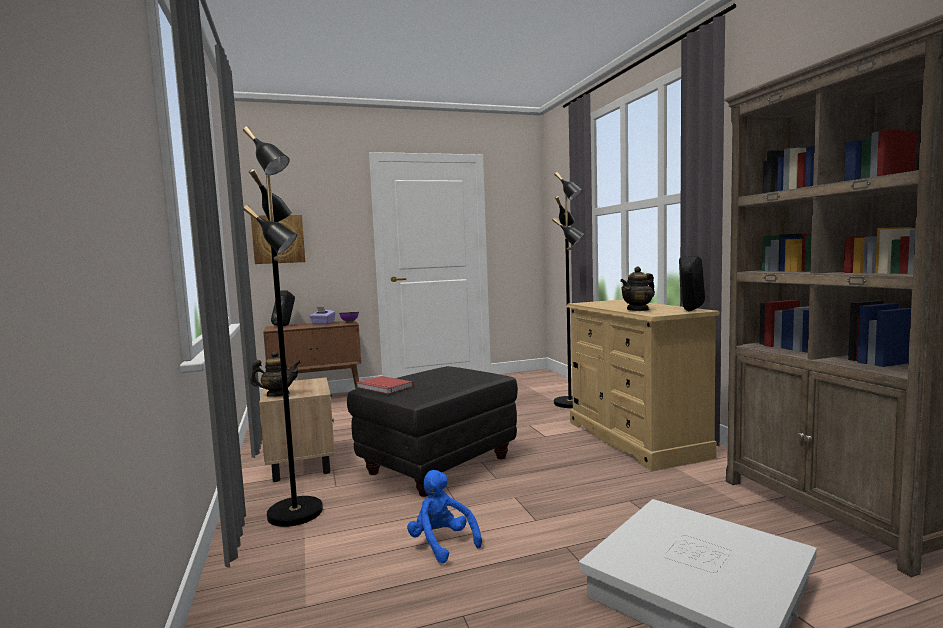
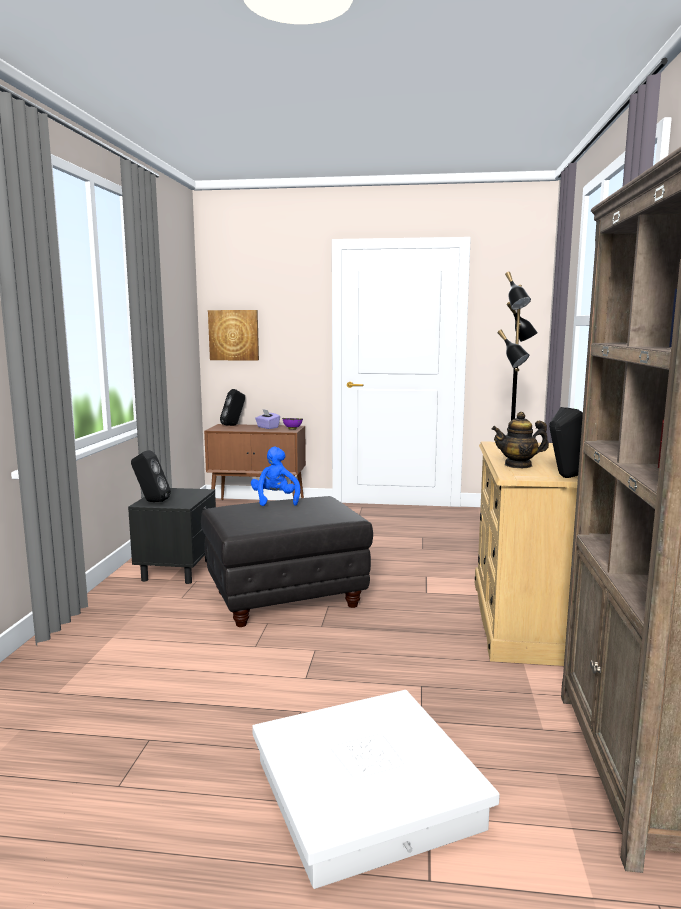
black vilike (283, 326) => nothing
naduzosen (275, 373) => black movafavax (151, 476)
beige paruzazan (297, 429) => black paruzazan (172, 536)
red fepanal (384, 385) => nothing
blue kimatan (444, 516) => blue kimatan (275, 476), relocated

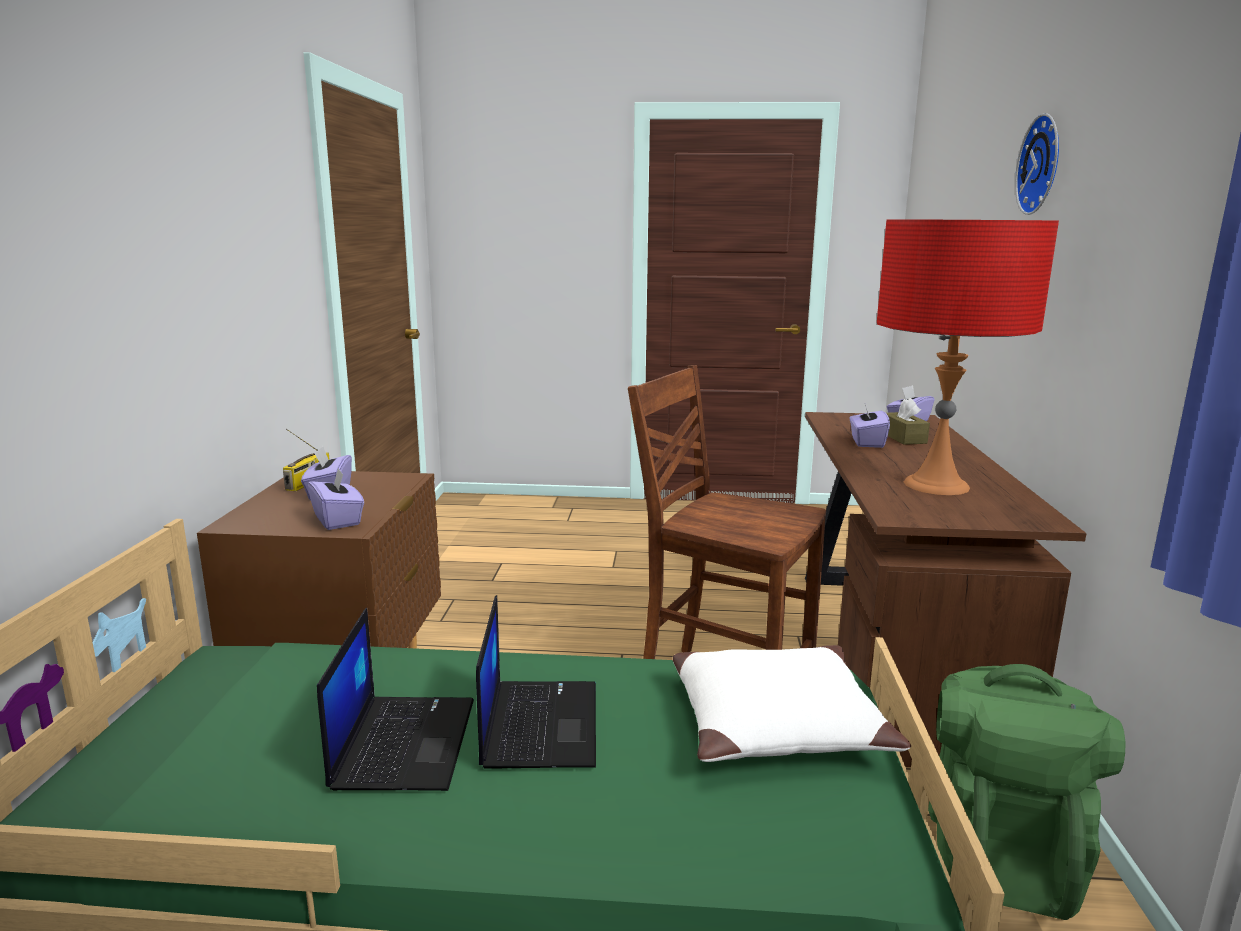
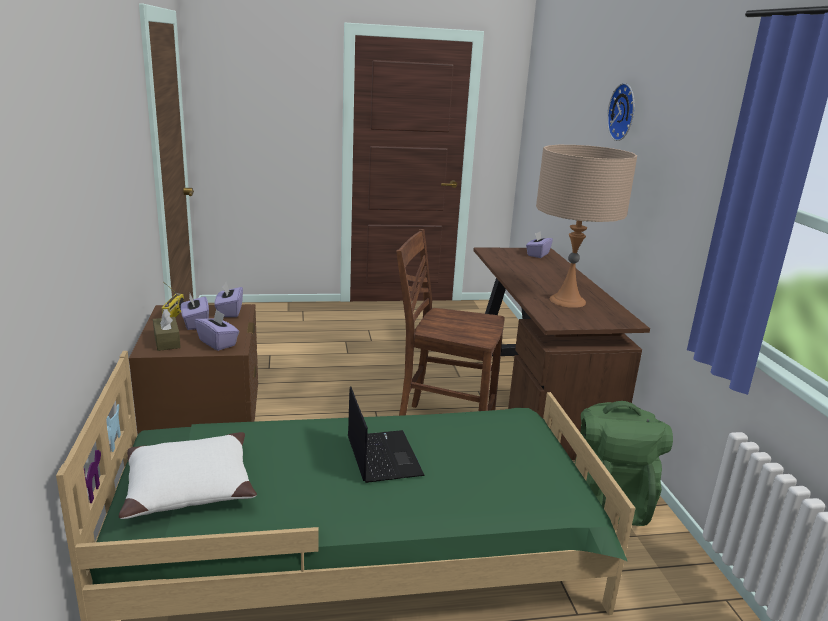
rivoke (395, 699) => nothing
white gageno (792, 703) => white gageno (188, 475), relocated
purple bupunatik (870, 426) => purple bupunatik (228, 300), relocated
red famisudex (968, 357) => beige famisudex (586, 226)
brown bupunatik (908, 421) => brown bupunatik (167, 330), relocated

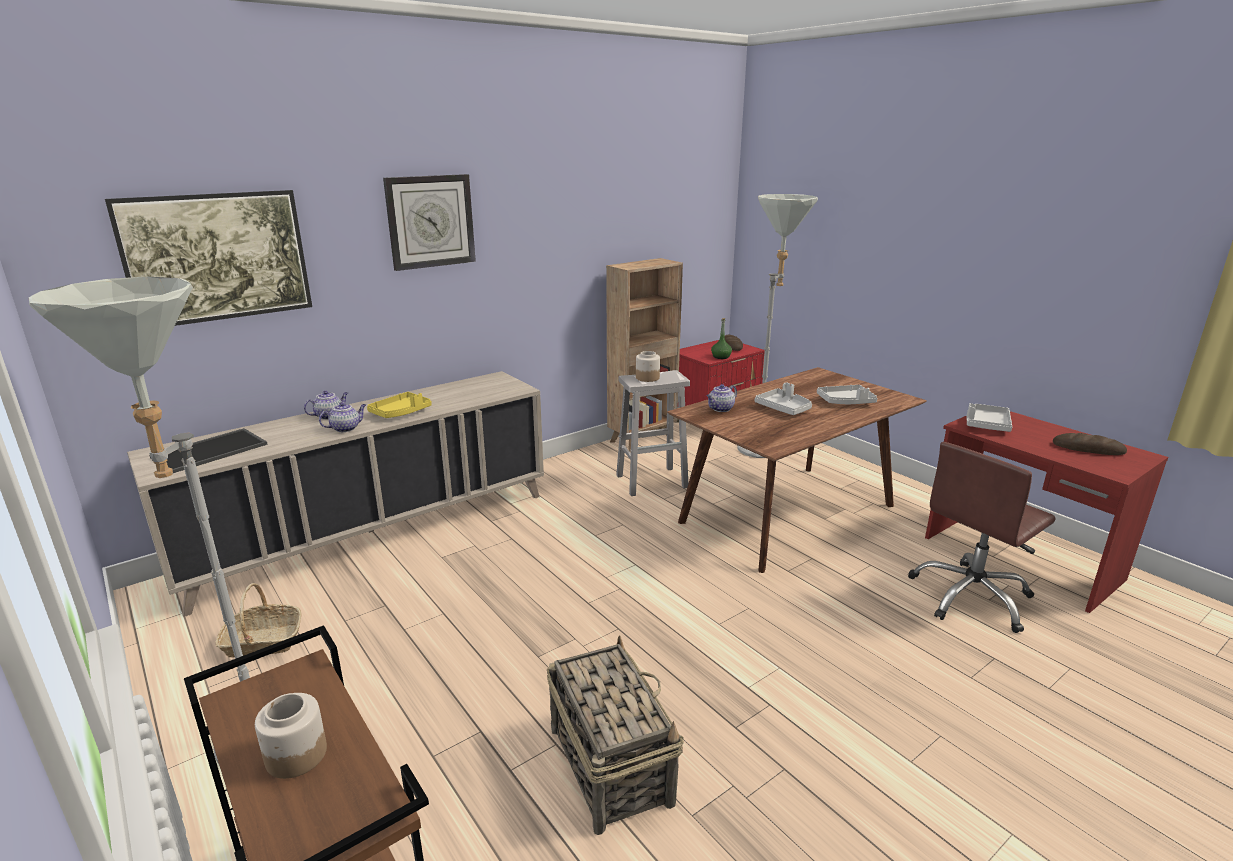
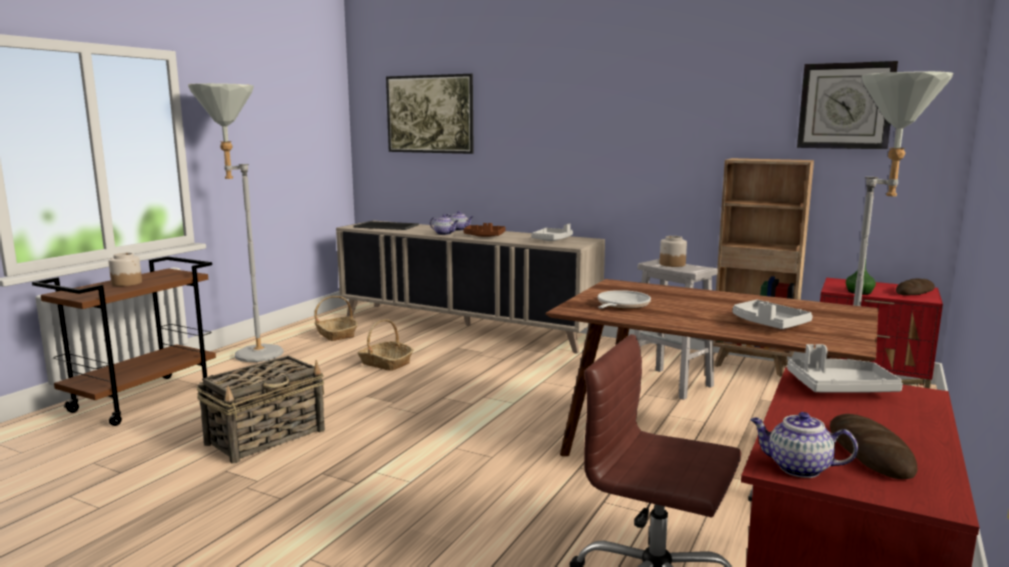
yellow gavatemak (399, 405) => brown gavatemak (485, 230)
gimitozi (429, 222) => gimitozi (847, 105), relocated
naduzosen (721, 398) => naduzosen (804, 445), relocated
grey gavatemak (783, 398) => grey gavatemak (552, 232), relocated
nothing => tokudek (385, 345)
nothing => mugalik (624, 299)

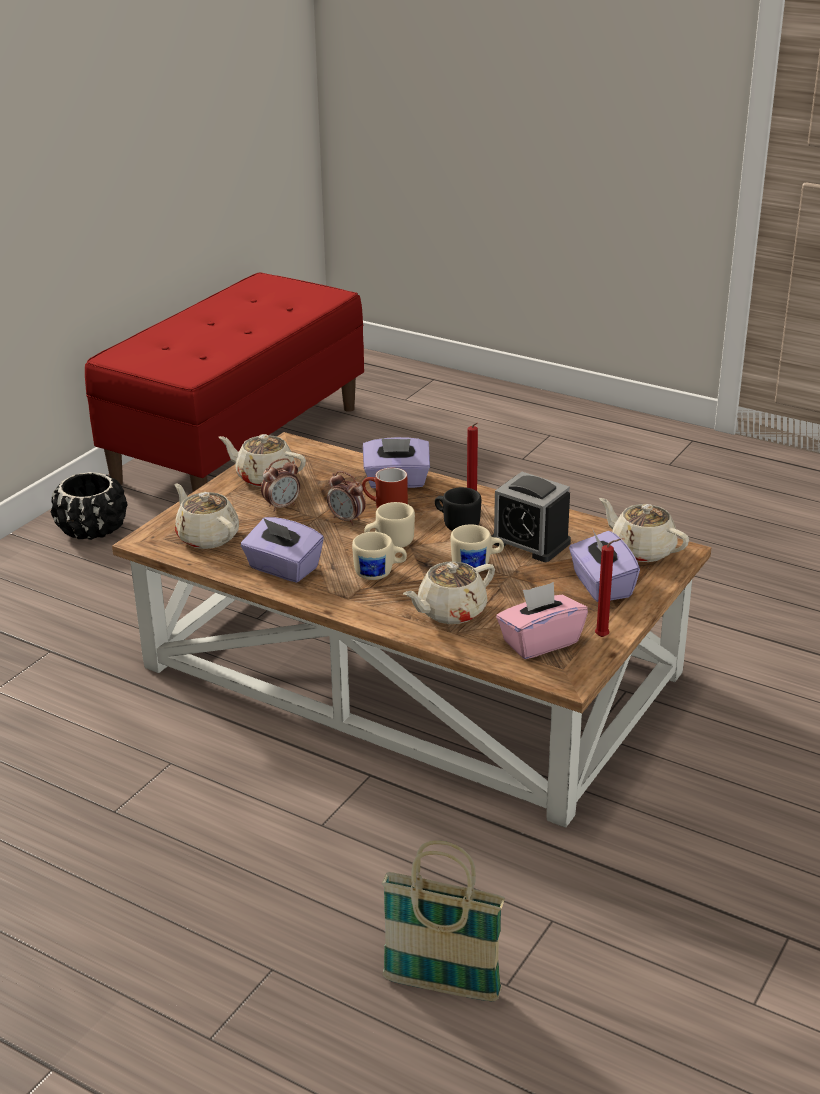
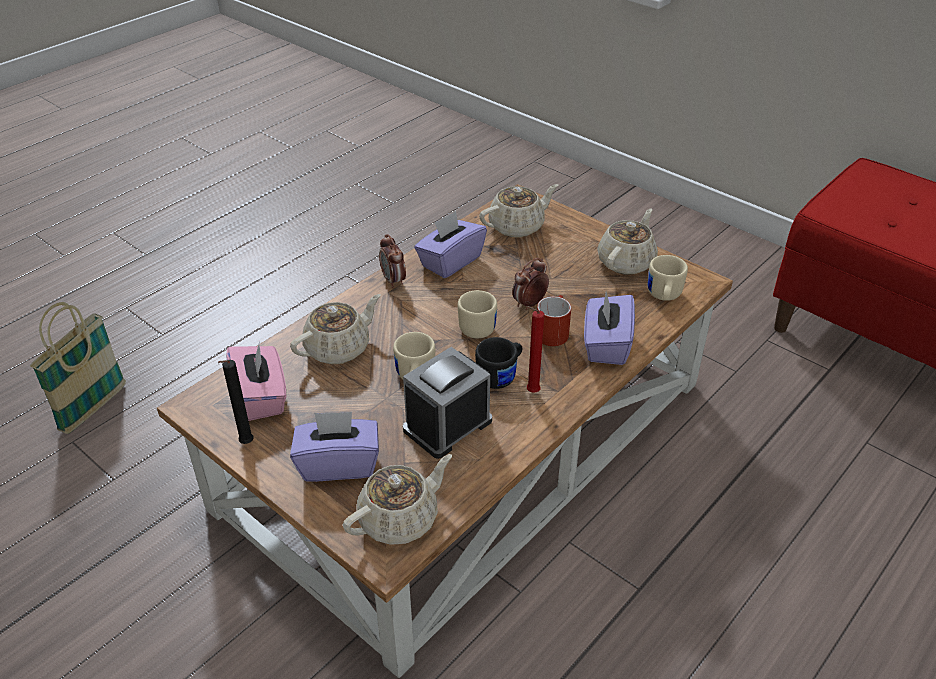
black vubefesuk (89, 506) => nothing
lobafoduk (280, 485) => lobafoduk (392, 261), relocated
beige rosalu (379, 556) => beige rosalu (668, 278), relocated
beige naduzosen (449, 592) => beige naduzosen (335, 329), 75 degrees clockwise
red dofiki (608, 588) => black dofiki (236, 402)

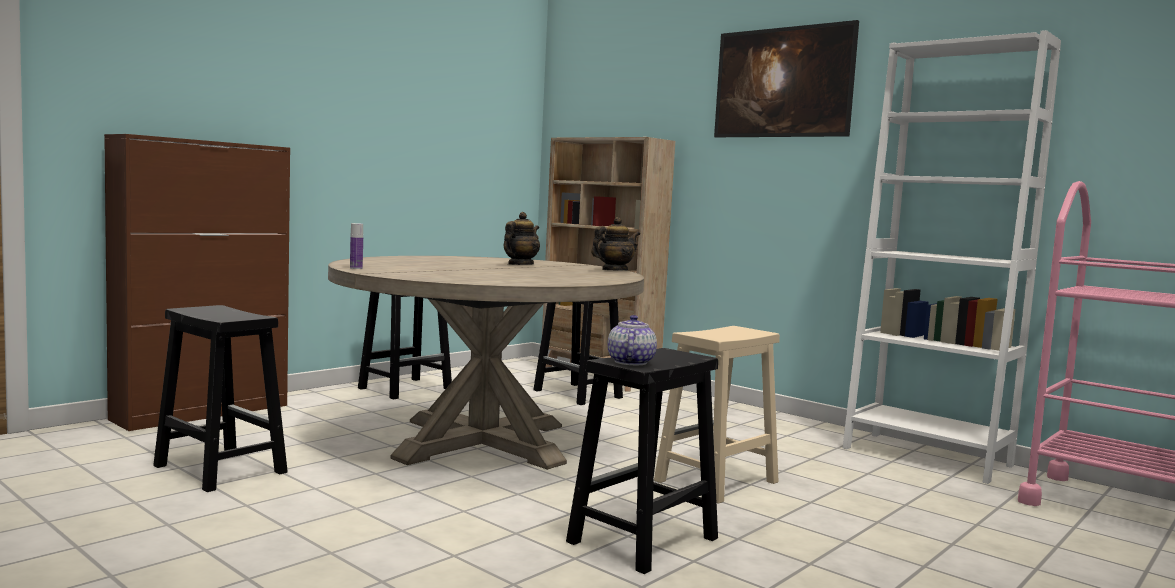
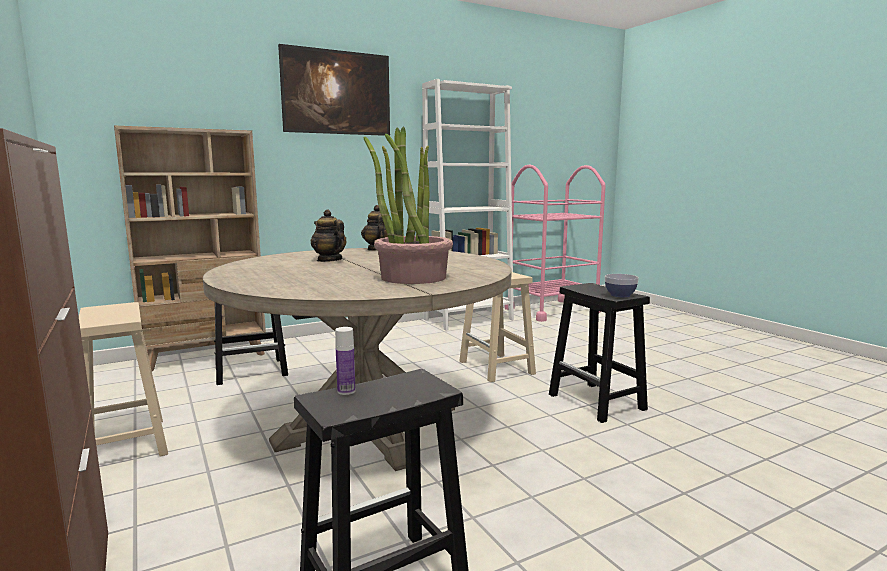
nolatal (356, 246) => nolatal (345, 361), relocated
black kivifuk (405, 346) => beige kivifuk (123, 379)
naduzosen (632, 340) => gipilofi (622, 285)
nothing => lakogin (408, 205)

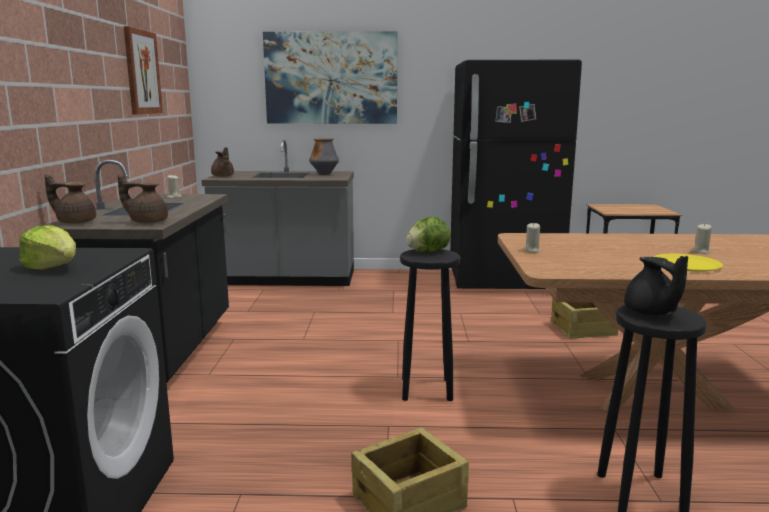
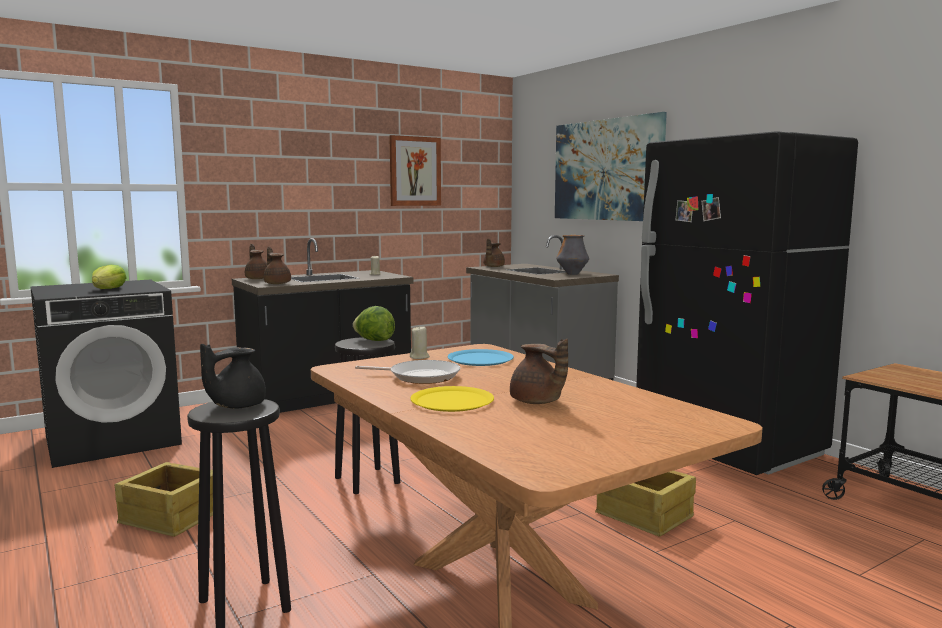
beige dofiki (702, 238) => brown naduzosen (539, 371)
nothing => mugalik (407, 372)
nothing => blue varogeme (480, 357)

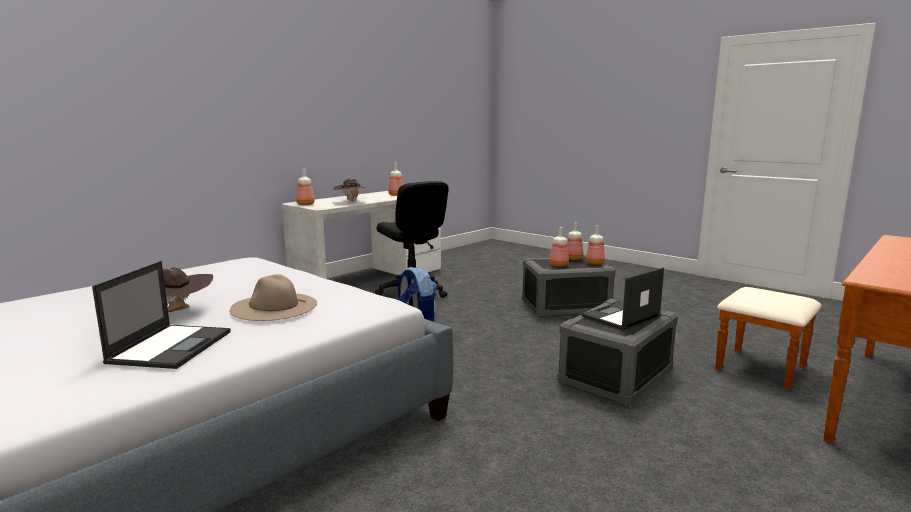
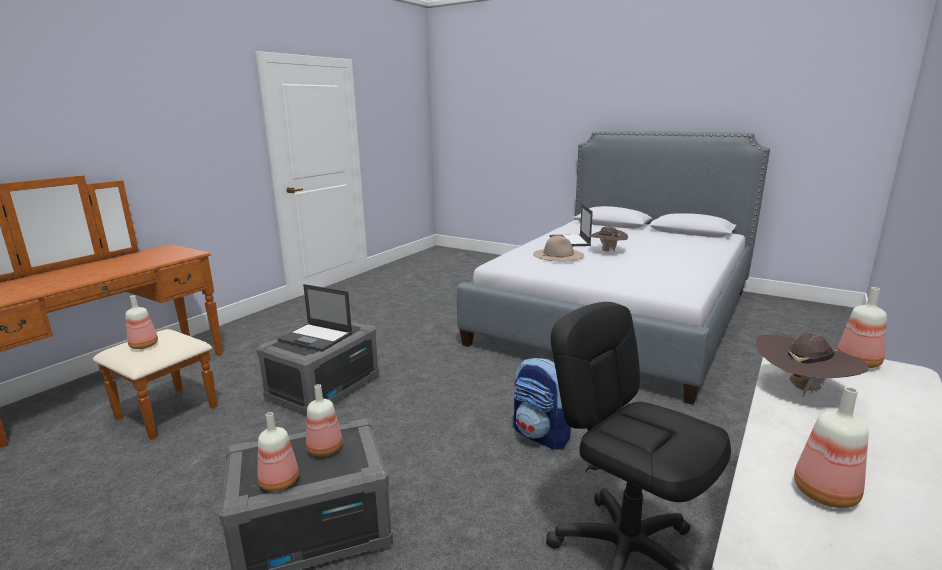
rivoke (623, 298) => rivoke (314, 318), 75 degrees clockwise
nolatal (595, 245) => nolatal (141, 322), relocated

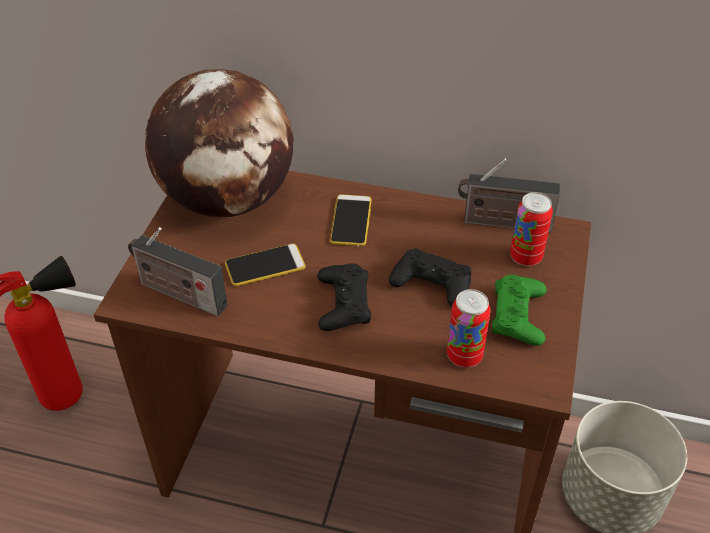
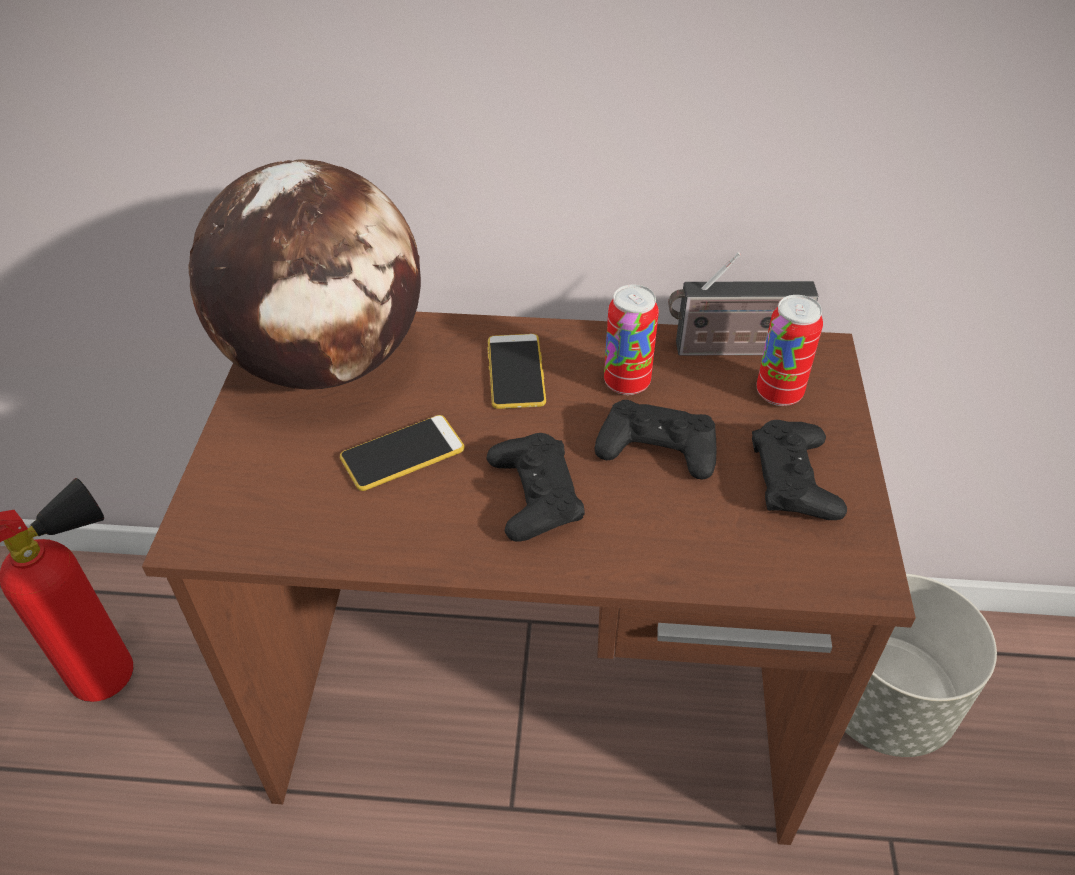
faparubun (178, 271) => nothing
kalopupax (469, 328) => kalopupax (631, 340), relocated
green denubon (519, 309) => black denubon (799, 470)

